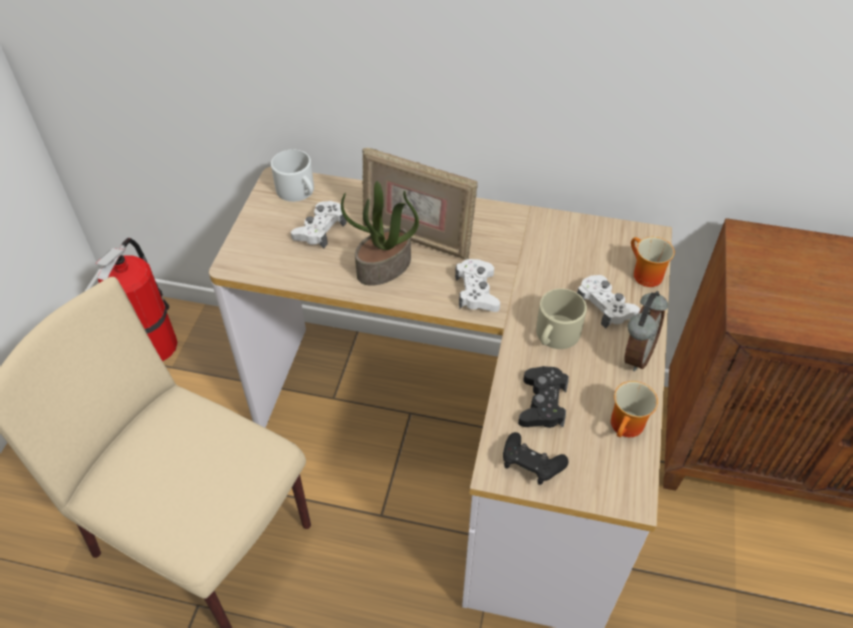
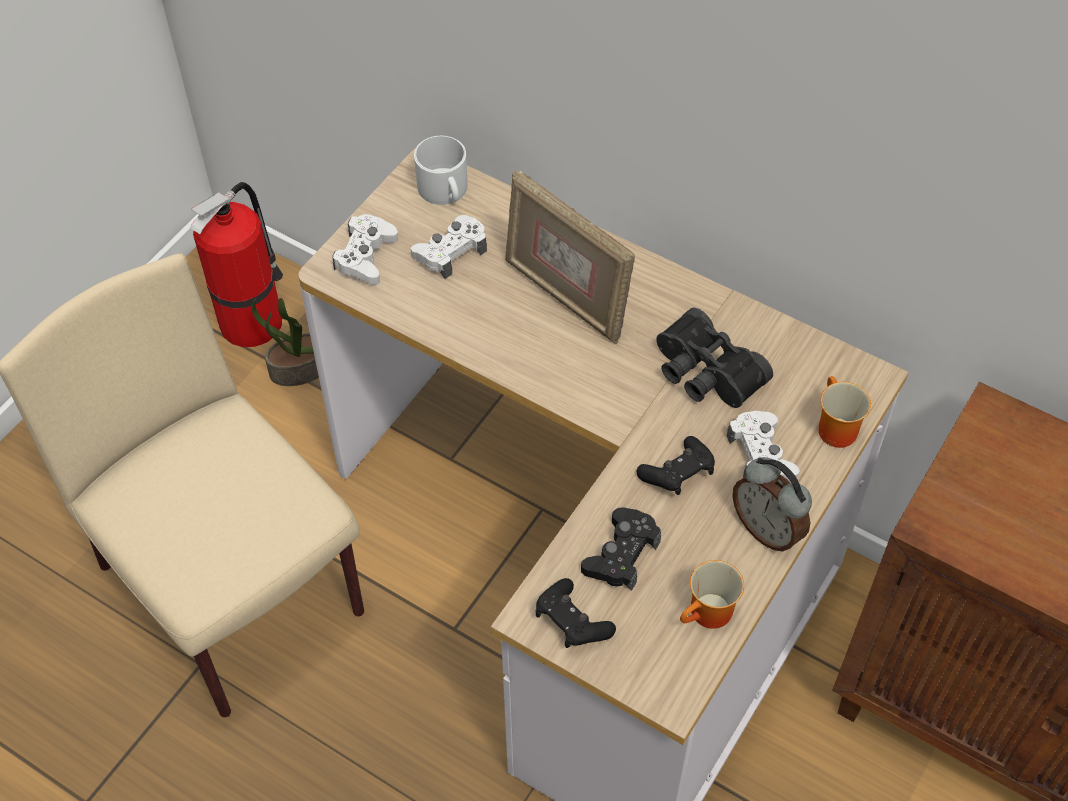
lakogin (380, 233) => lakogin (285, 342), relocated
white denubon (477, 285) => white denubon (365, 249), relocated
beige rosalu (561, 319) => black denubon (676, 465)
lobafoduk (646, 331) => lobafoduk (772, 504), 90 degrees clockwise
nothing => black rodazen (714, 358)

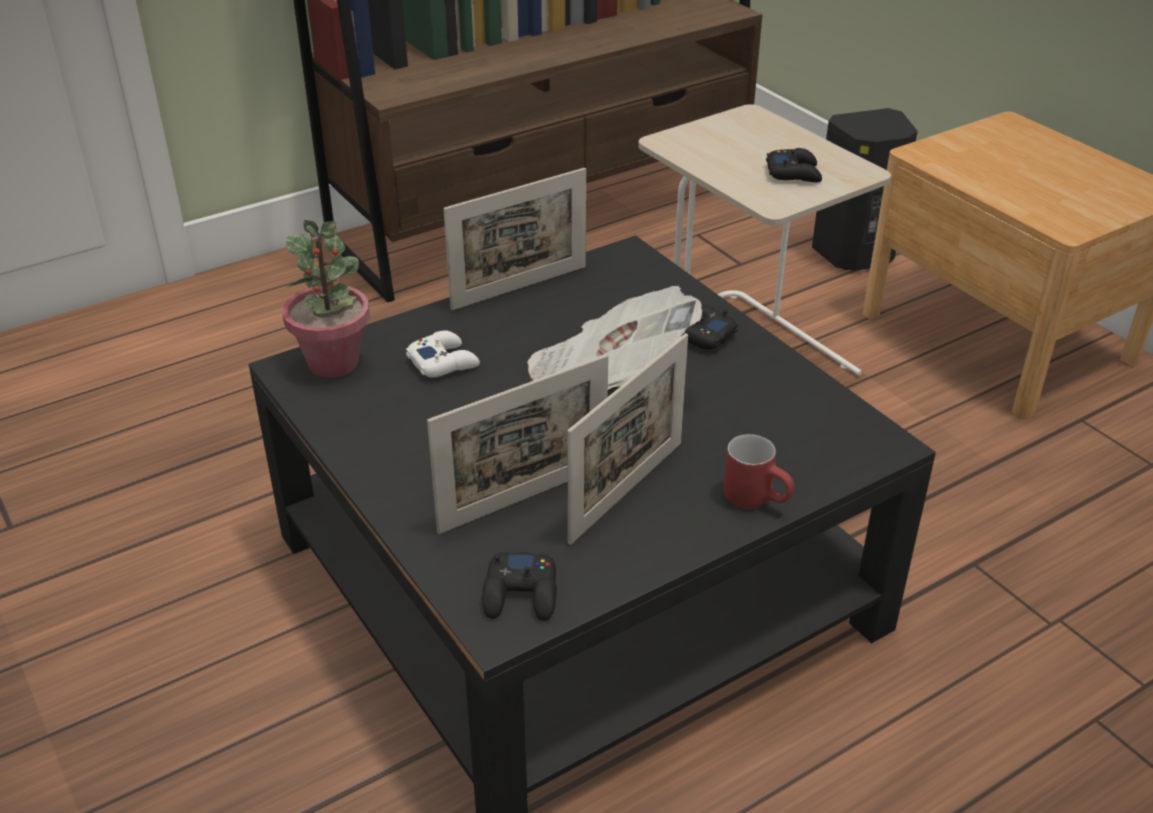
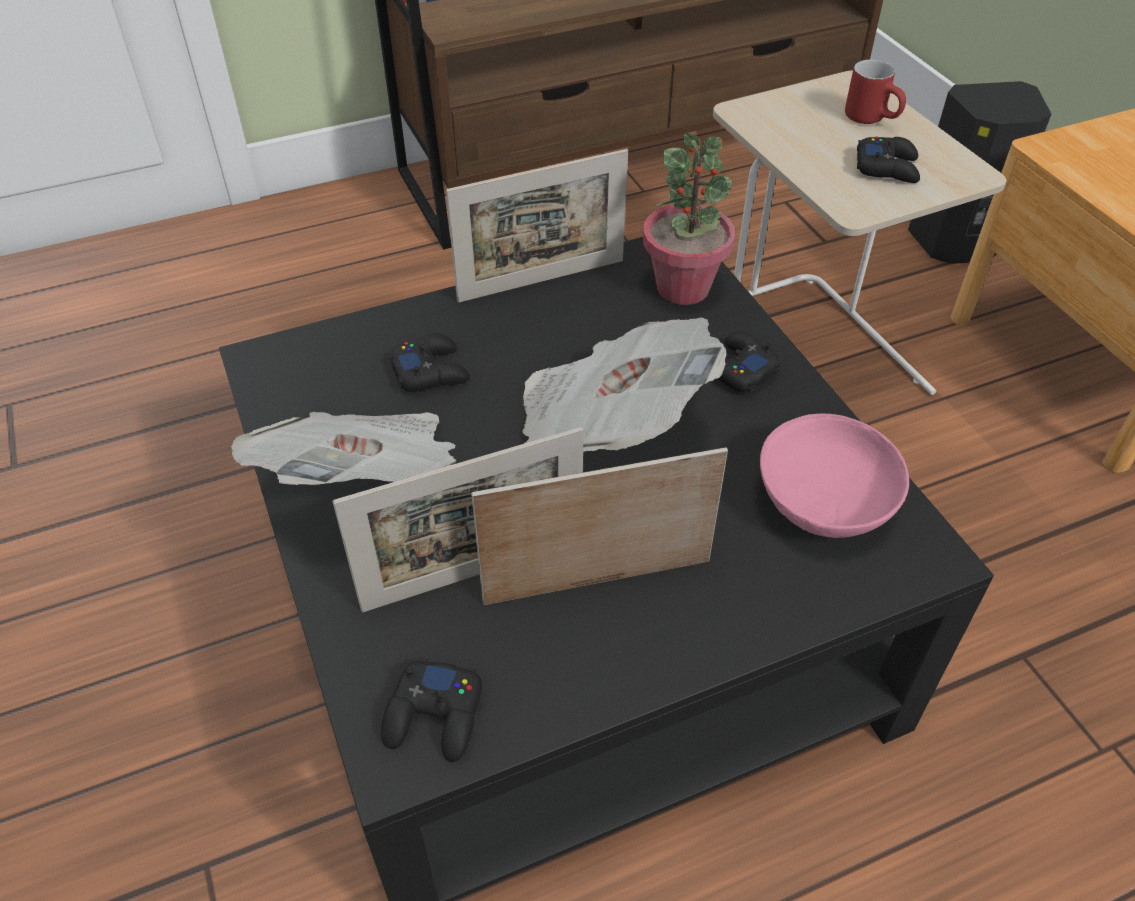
lakogin (326, 299) => lakogin (689, 219), relocated
white denubon (443, 354) => black denubon (429, 362)
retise (627, 439) => retise (599, 526), 150 degrees counterclockwise
red rosalu (758, 471) => red rosalu (875, 92), relocated
nothing => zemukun (344, 448)
nothing => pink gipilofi (834, 476)

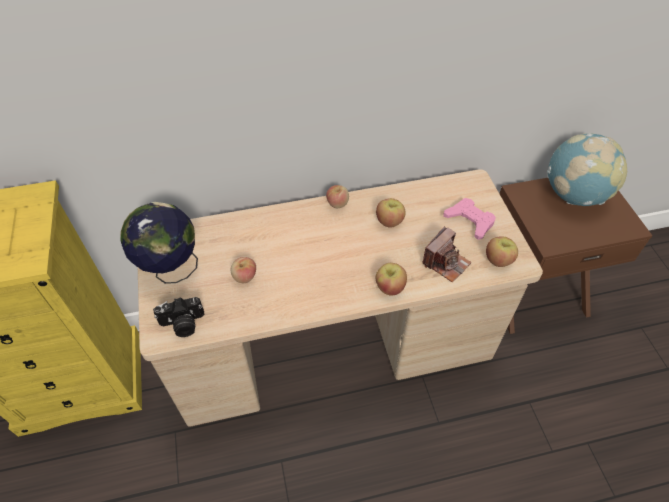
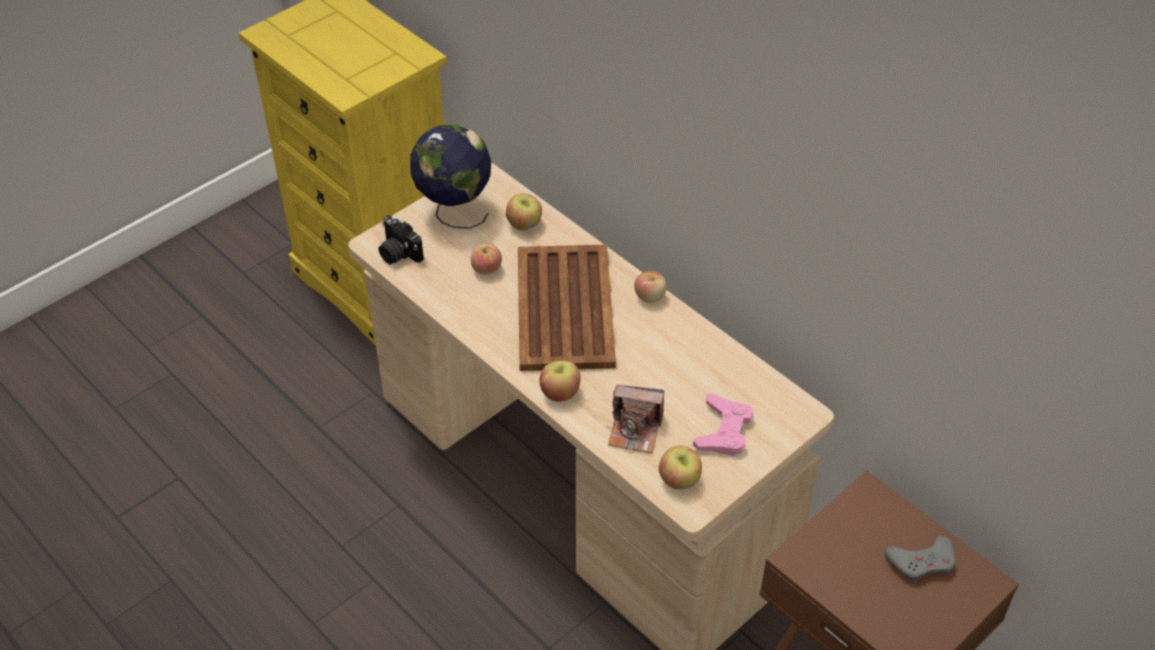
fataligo (391, 213) => fataligo (524, 212), relocated
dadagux (587, 169) => grey denubon (919, 559)
nothing => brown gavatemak (567, 307)

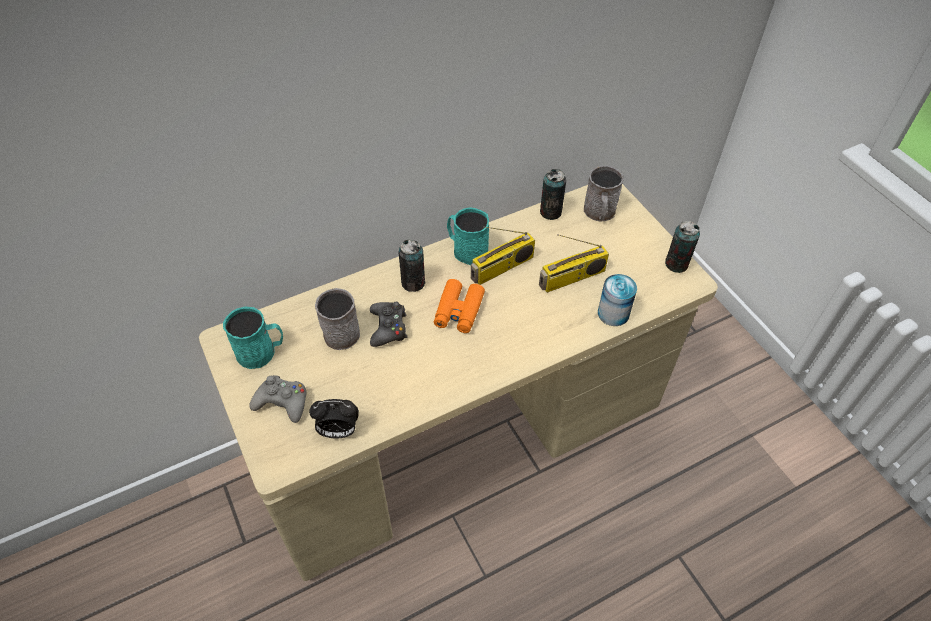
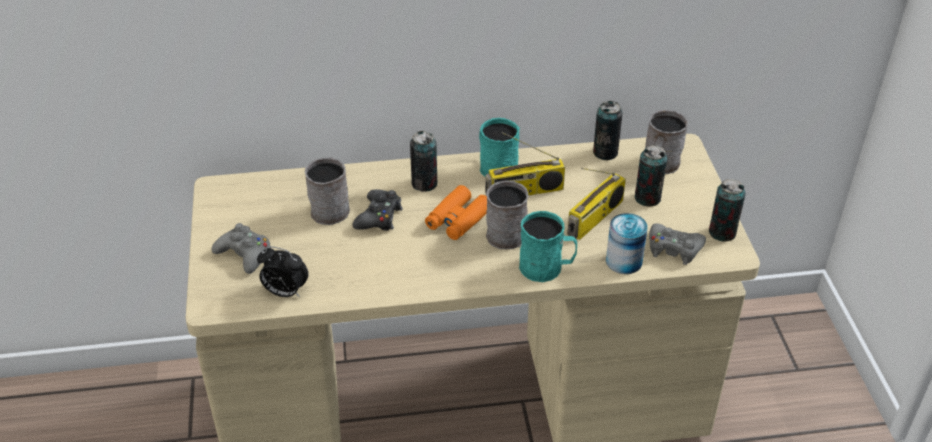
turquoise rosalu (253, 337) => turquoise rosalu (548, 246), relocated
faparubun (574, 263) => faparubun (596, 204), 45 degrees counterclockwise
nothing => grey rosalu (507, 214)
nothing => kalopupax (651, 175)
nothing => grey denubon (677, 244)

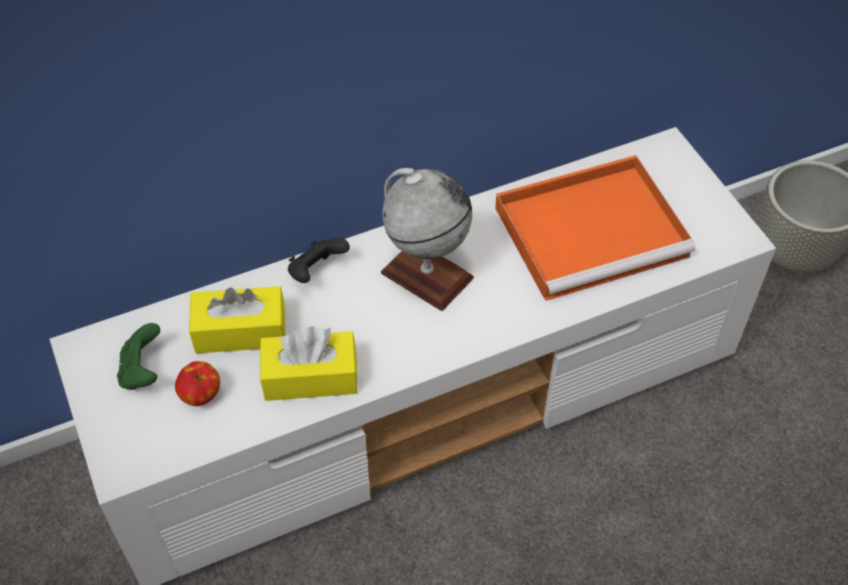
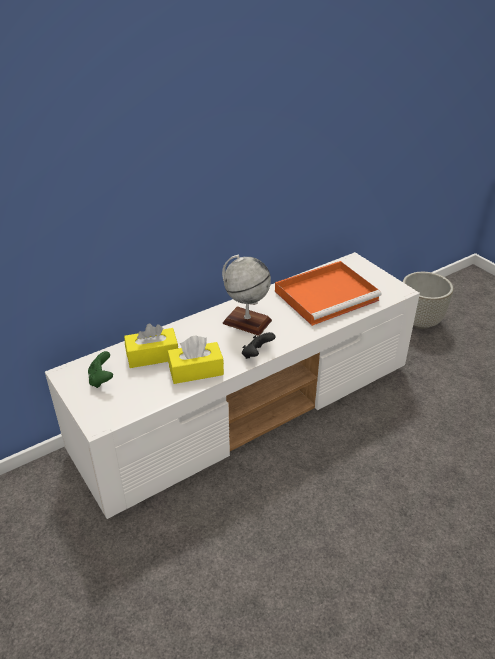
fataligo (197, 383) => nothing
black denubon (319, 260) => black denubon (258, 345), relocated

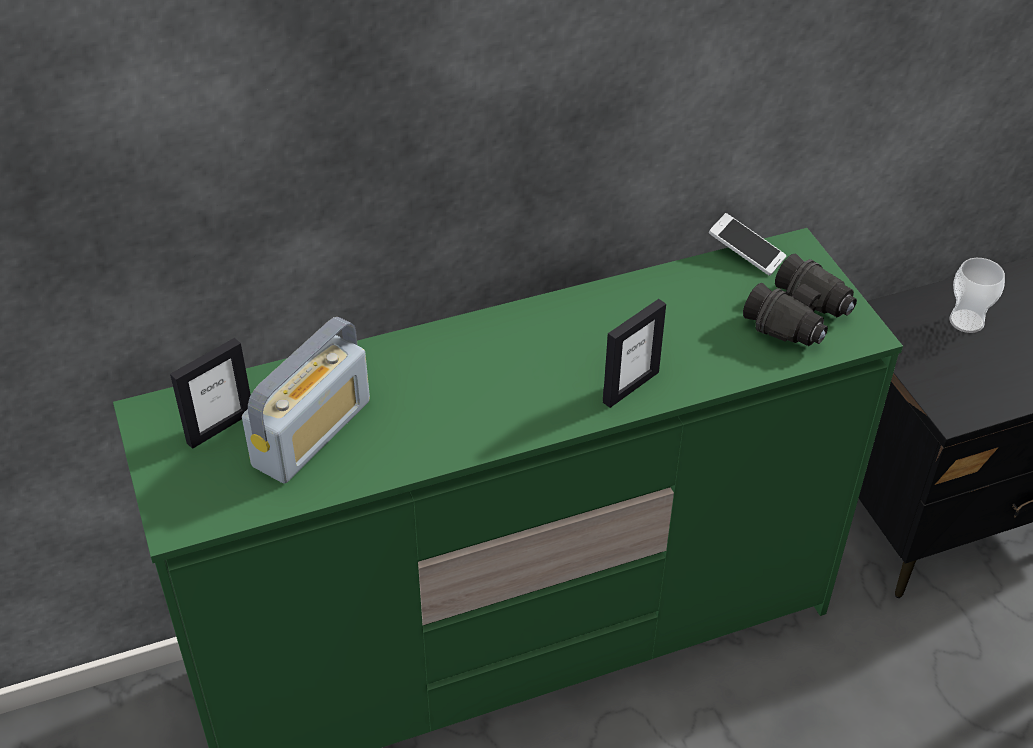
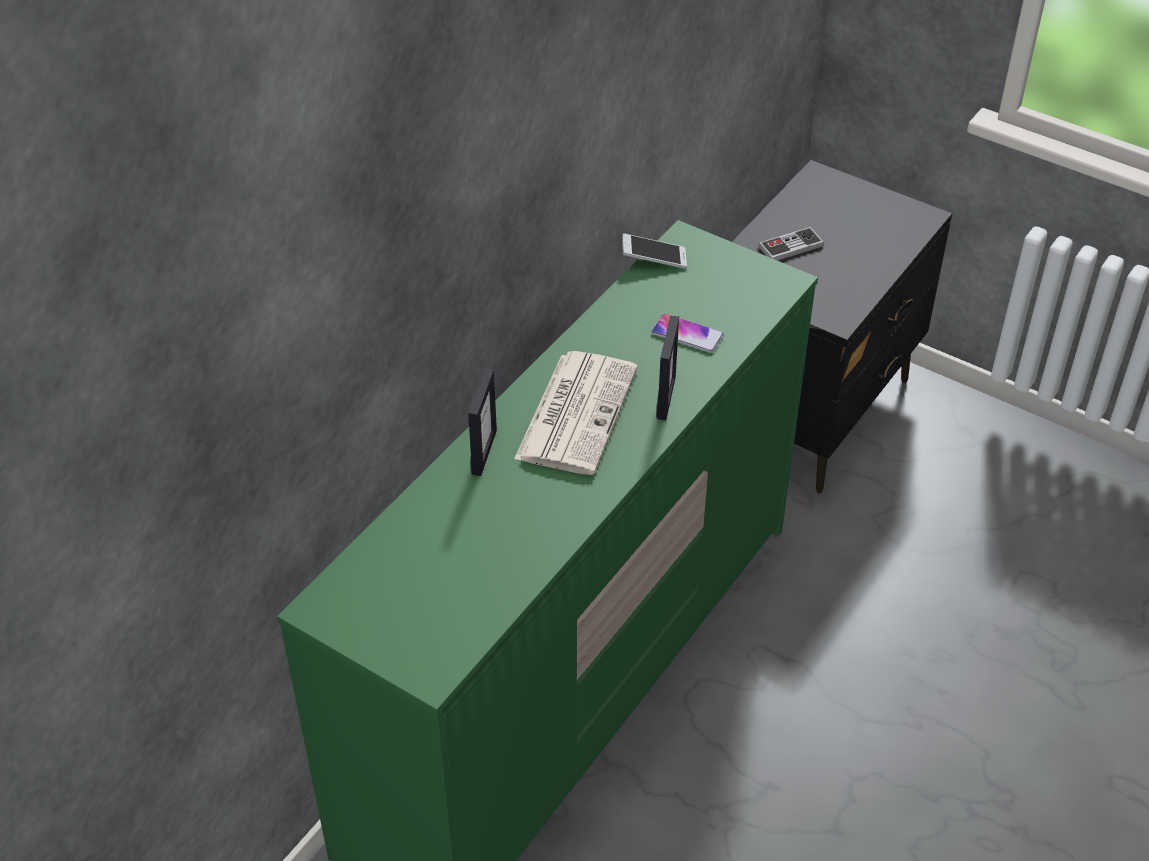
retise (210, 393) => retise (482, 422), relocated
faparubun (306, 400) => nothing
black rodazen (800, 300) => nothing
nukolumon (977, 295) => denubon (791, 244)
nothing => zemukun (576, 413)
nothing => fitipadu (687, 333)

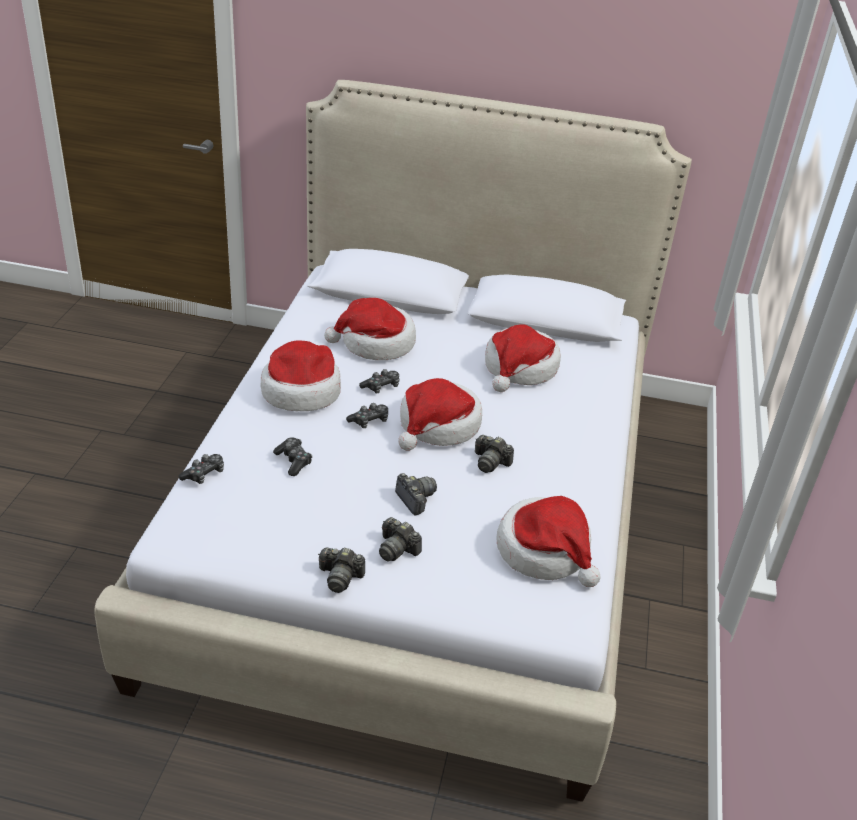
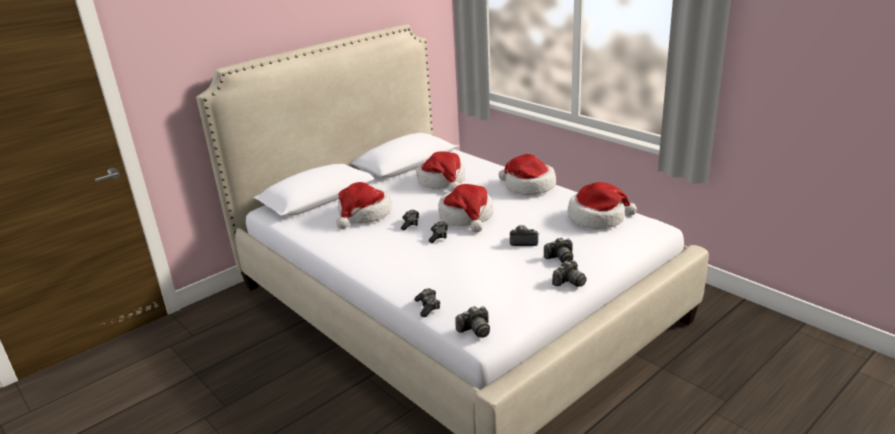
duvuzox (300, 376) => duvuzox (527, 174), relocated
denubon (292, 456) => nothing
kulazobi (494, 454) => kulazobi (472, 322), relocated

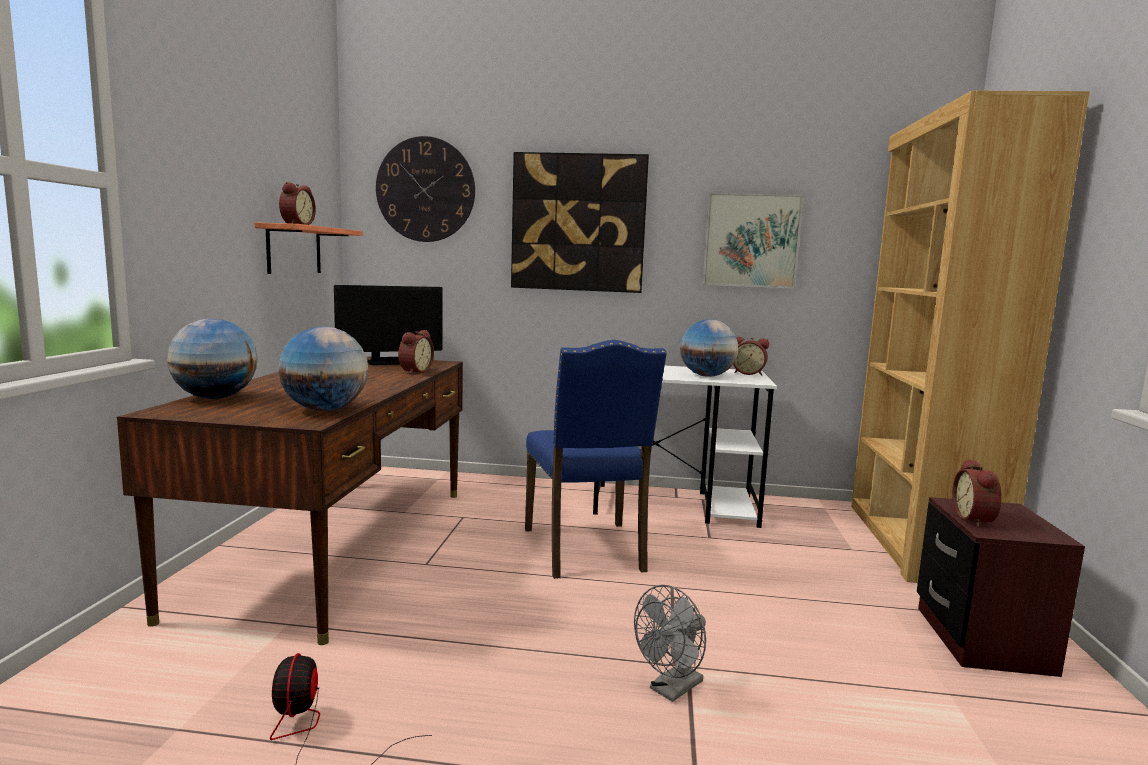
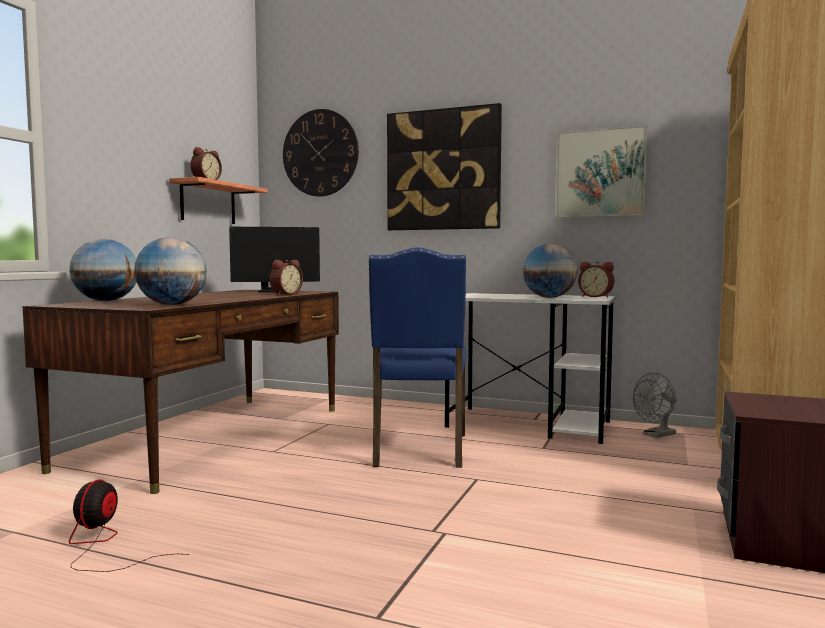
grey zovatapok (670, 643) => grey zovatapok (655, 405), relocated
lobafoduk (977, 493) => nothing

